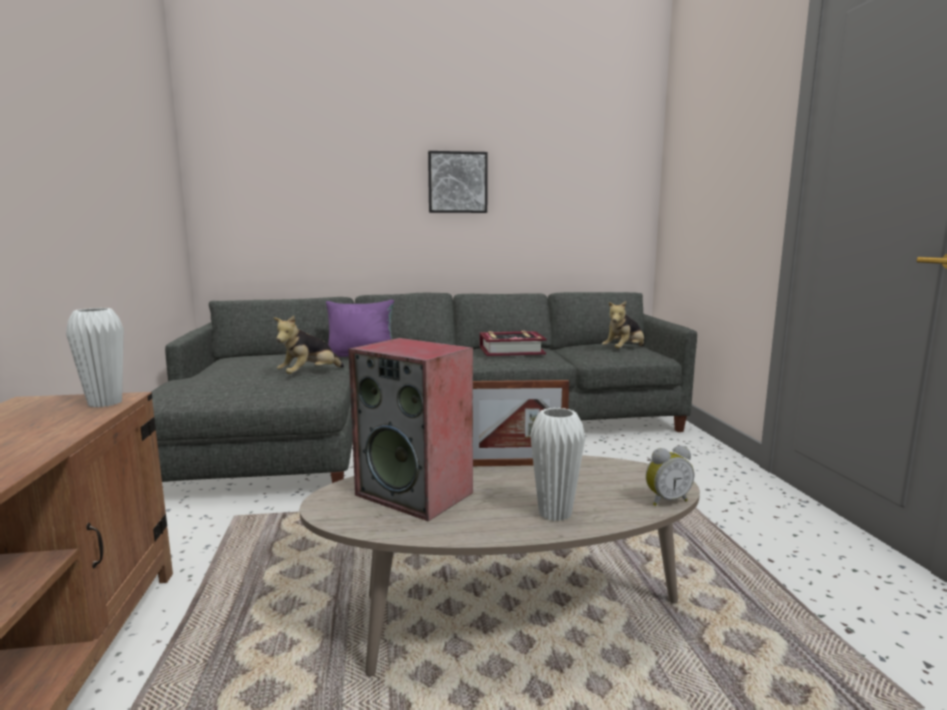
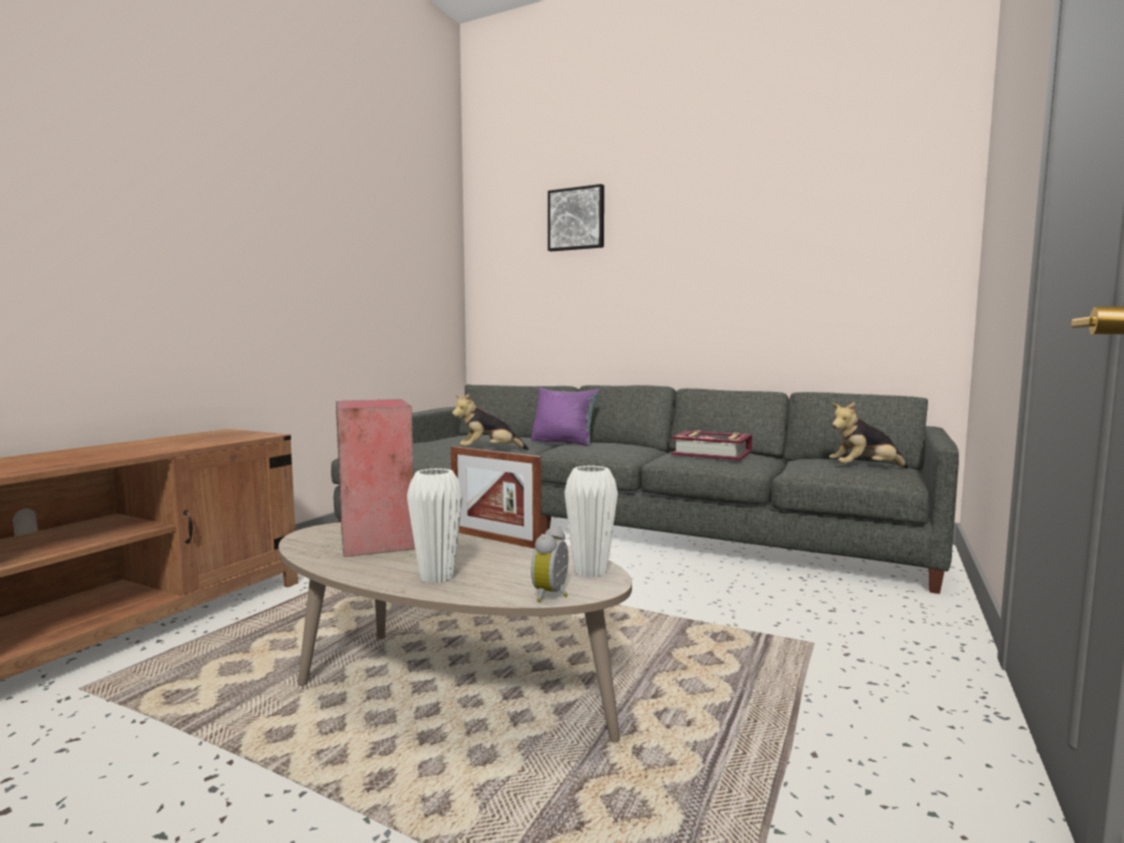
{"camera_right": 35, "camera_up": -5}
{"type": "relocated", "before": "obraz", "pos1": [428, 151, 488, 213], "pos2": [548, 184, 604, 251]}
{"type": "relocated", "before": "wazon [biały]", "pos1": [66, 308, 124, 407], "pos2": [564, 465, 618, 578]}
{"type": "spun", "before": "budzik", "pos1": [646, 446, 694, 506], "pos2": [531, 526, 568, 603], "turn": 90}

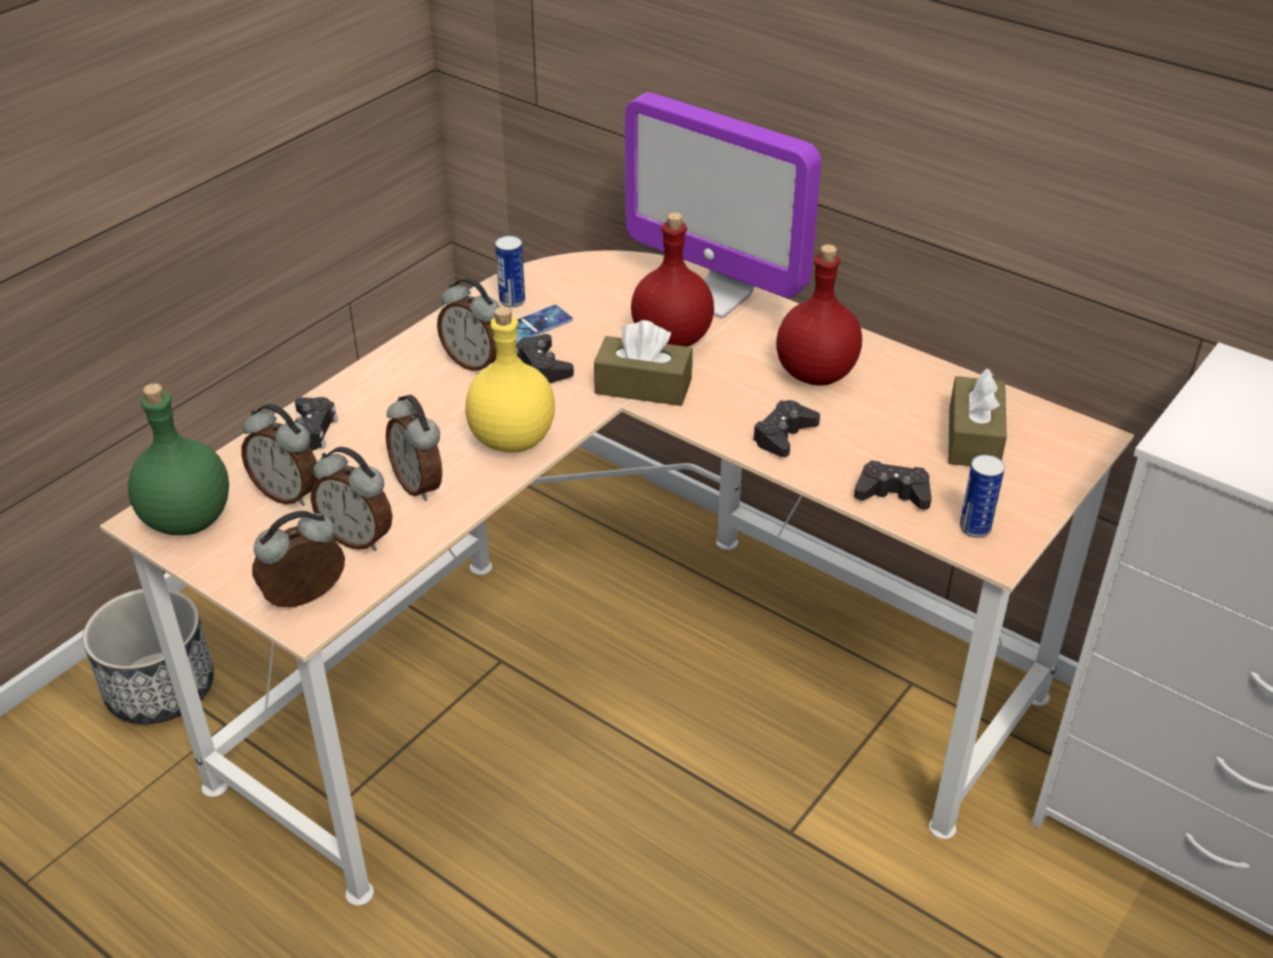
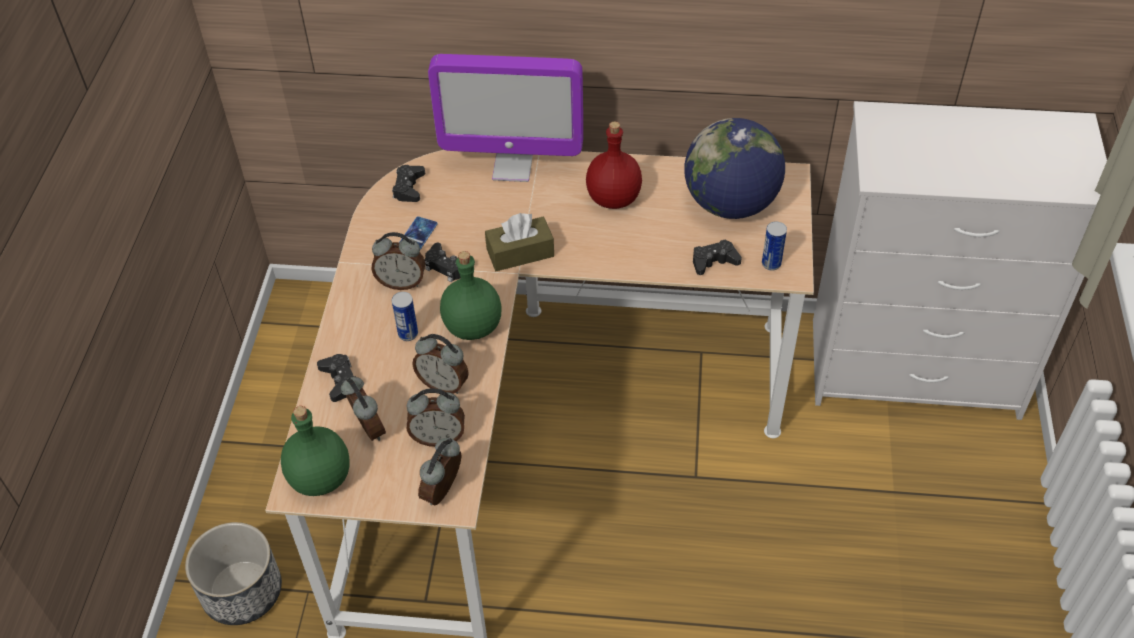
{"camera_right": -30, "camera_up": 10}
{"type": "missing", "before": "butelka [czerwony]", "pos1": [631, 212, 714, 347]}
{"type": "relocated", "before": "puszka", "pos1": [495, 236, 525, 308], "pos2": [392, 292, 418, 341]}
{"type": "colour", "before": "butelka [żółty]", "after": "butelka [zielony]", "pos1": [465, 307, 555, 453], "pos2": [440, 251, 502, 340]}
{"type": "exchanged", "before": "pudełko chusteczek [brązowy]", "after": "globus", "pos1": [948, 369, 1007, 466], "pos2": [684, 118, 785, 219]}
{"type": "relocated", "before": "pad do gier [czarny]", "pos1": [752, 400, 820, 457], "pos2": [392, 165, 425, 202]}
{"type": "spun", "before": "budzik", "pos1": [241, 404, 319, 506], "pos2": [341, 377, 386, 441], "turn": -120}

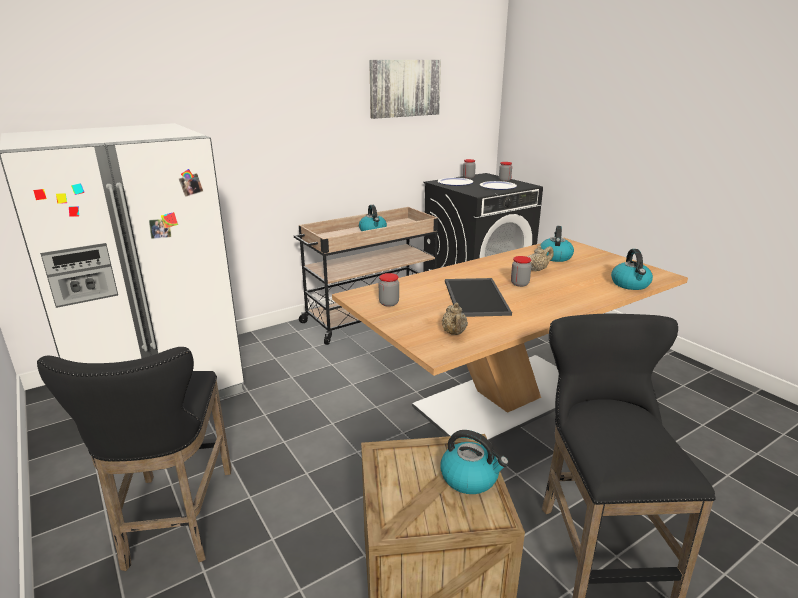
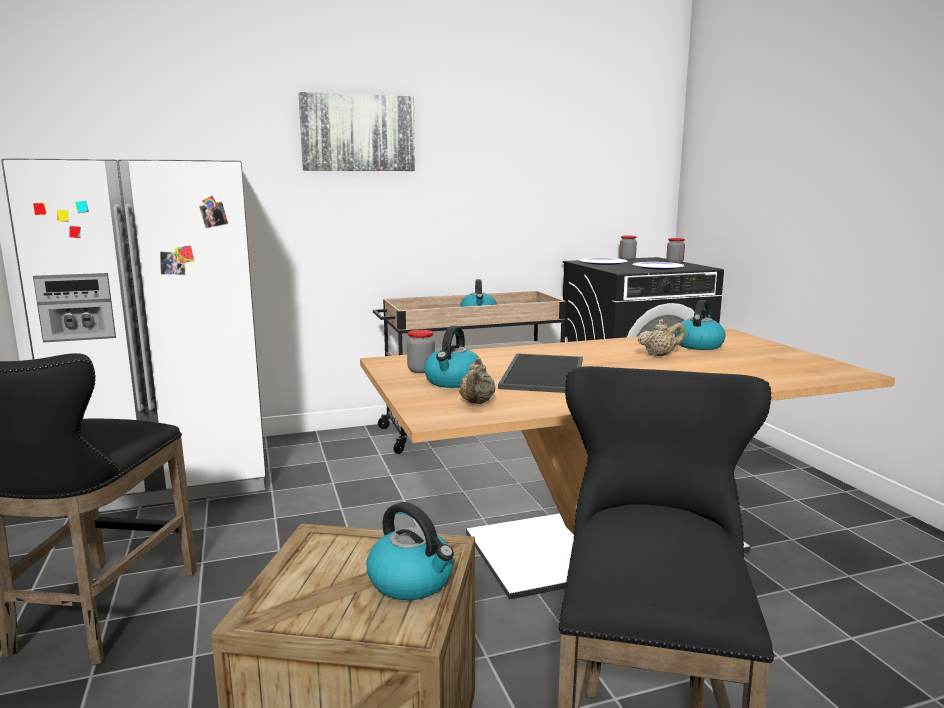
{"camera_right": 15, "camera_up": -10}
{"type": "relocated", "before": "obraz", "pos1": [369, 60, 441, 119], "pos2": [298, 92, 415, 171]}
{"type": "relocated", "before": "czajnik", "pos1": [611, 249, 653, 290], "pos2": [424, 326, 482, 388]}
{"type": "missing", "before": "słoik", "pos1": [511, 256, 532, 287]}

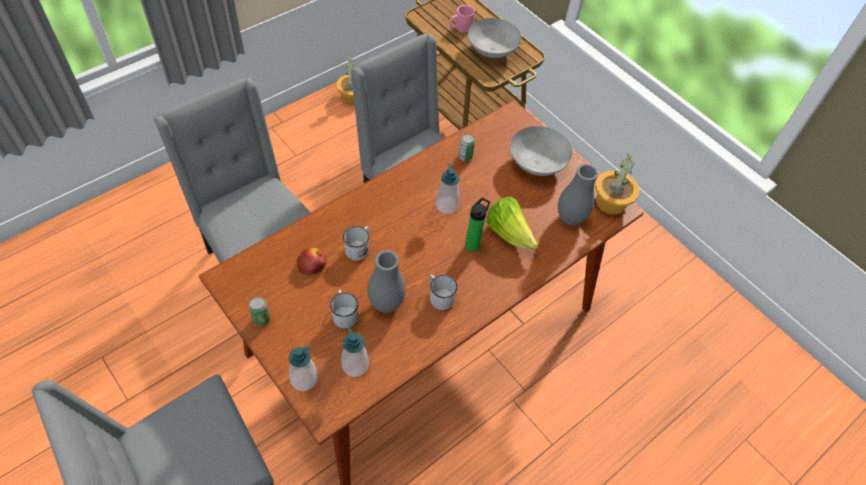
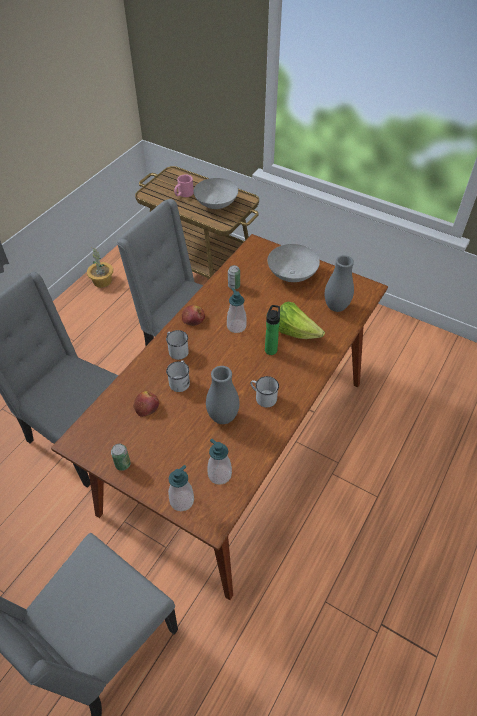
{"camera_right": -15, "camera_up": -5}
{"type": "missing", "before": "roślina doniczkowa", "pos1": [595, 151, 640, 215]}
{"type": "relocated", "before": "kubek [biały]", "pos1": [330, 290, 358, 328], "pos2": [166, 330, 189, 360]}
{"type": "appeared", "after": "jabłko", "pos2": [182, 305, 205, 326]}

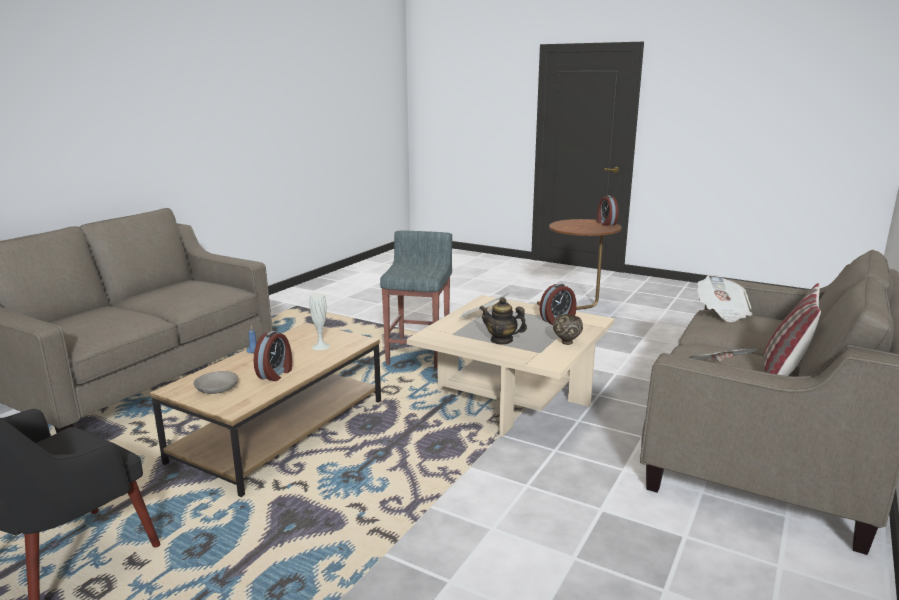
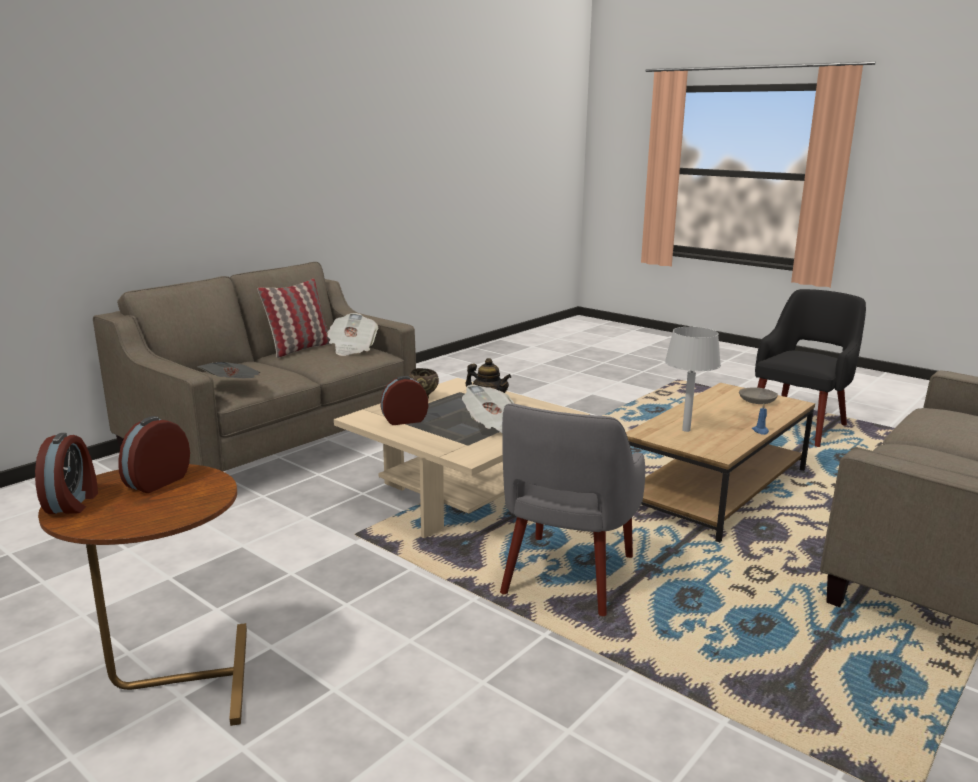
{"camera_right": -170, "camera_up": 0}
{"type": "exchanged", "before": "stołek [szary]", "after": "fotel [szary]", "pos1": [380, 231, 452, 369], "pos2": [500, 403, 645, 616]}
{"type": "exchanged", "before": "wazon [biały]", "after": "lampa stołowa [szary]", "pos1": [310, 293, 330, 350], "pos2": [665, 327, 721, 432]}
{"type": "relocated", "before": "budzik", "pos1": [254, 331, 292, 381], "pos2": [118, 416, 190, 493]}

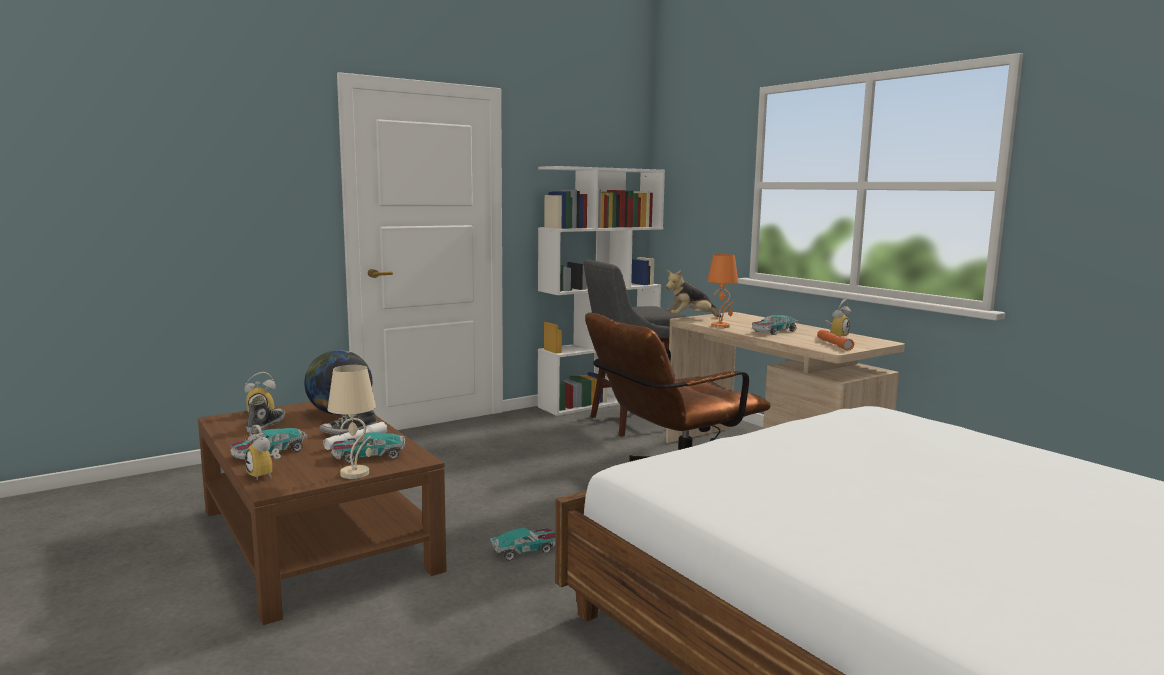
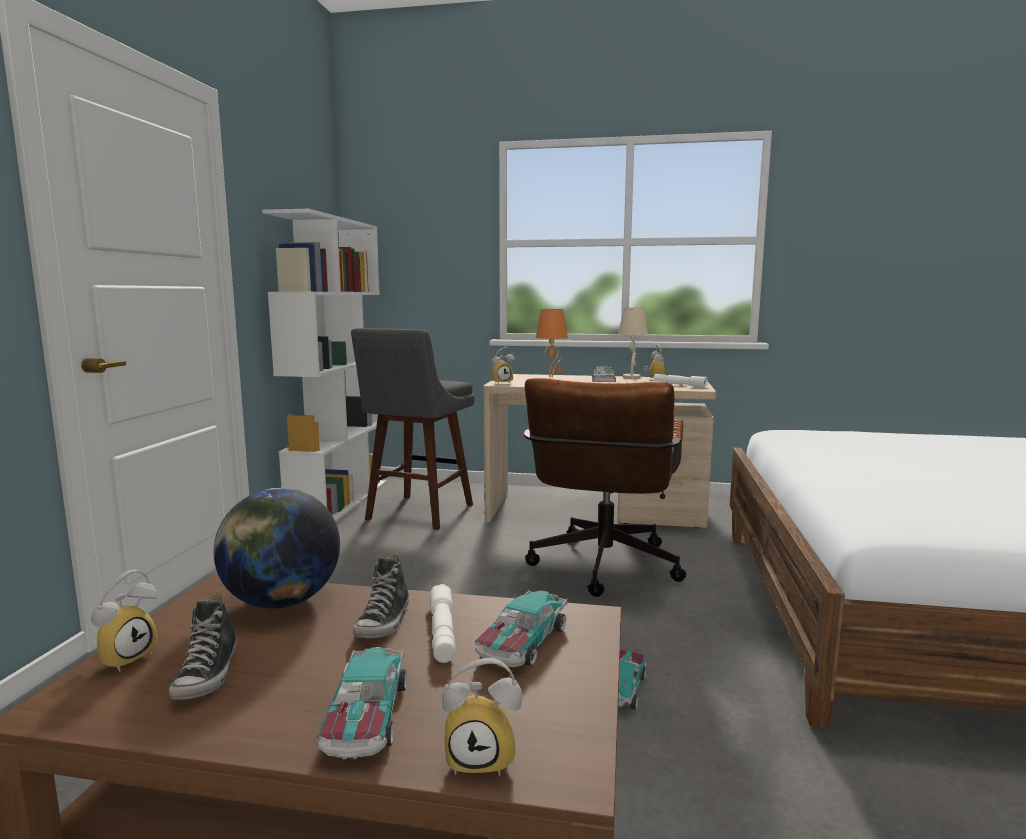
{"camera_right": -45, "camera_up": 0}
{"type": "exchanged", "before": "pluszak", "after": "budzik", "pos1": [666, 270, 721, 318], "pos2": [492, 347, 515, 385]}
{"type": "colour", "before": "latarka [pomarańczowy]", "after": "latarka [biały]", "pos1": [817, 330, 854, 351], "pos2": [654, 374, 708, 388]}
{"type": "relocated", "before": "lampa stołowa [beżowy]", "pos1": [328, 365, 376, 479], "pos2": [618, 308, 648, 379]}
{"type": "spun", "before": "but", "pos1": [246, 396, 286, 433], "pos2": [169, 593, 237, 700], "turn": -150}

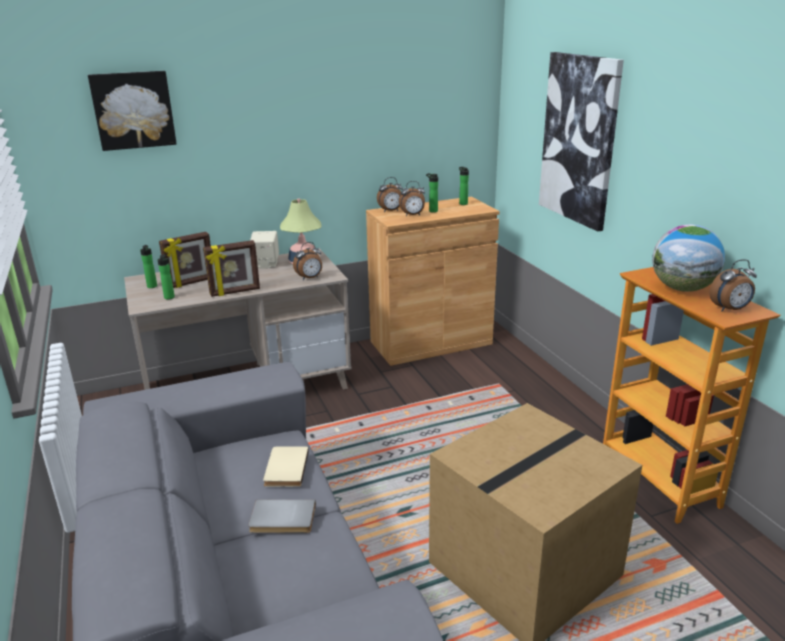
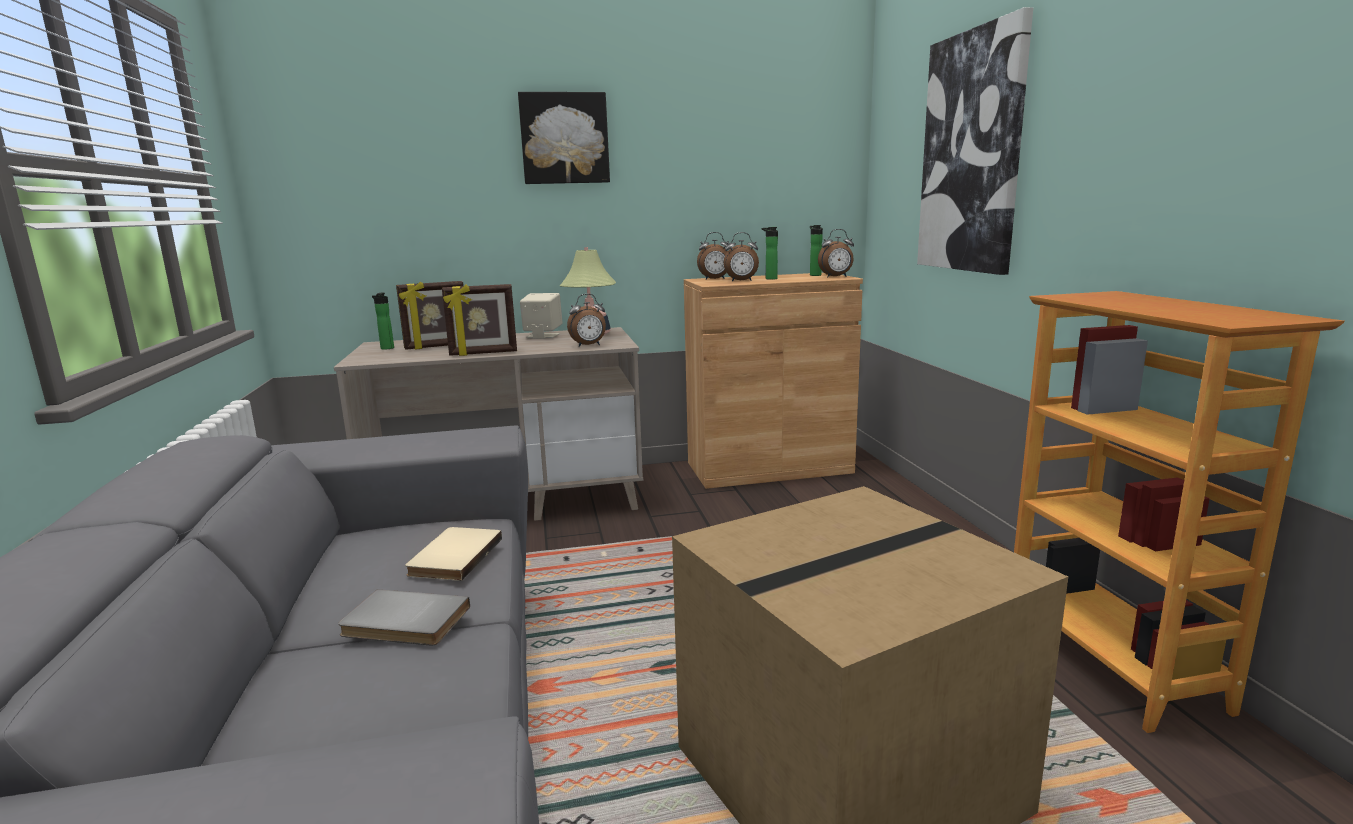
{"camera_right": 10, "camera_up": -10}
{"type": "relocated", "before": "obraz", "pos1": [88, 71, 177, 151], "pos2": [518, 92, 610, 184]}
{"type": "missing", "before": "globus", "pos1": [652, 225, 725, 292]}
{"type": "missing", "before": "butelka", "pos1": [157, 254, 175, 299]}
{"type": "relocated", "before": "budzik", "pos1": [709, 259, 757, 311], "pos2": [818, 229, 854, 277]}

